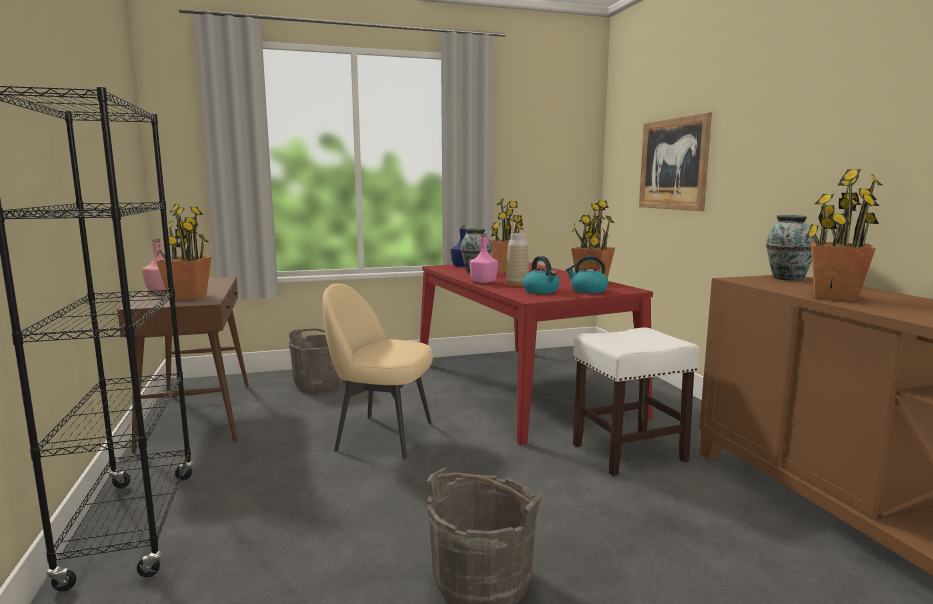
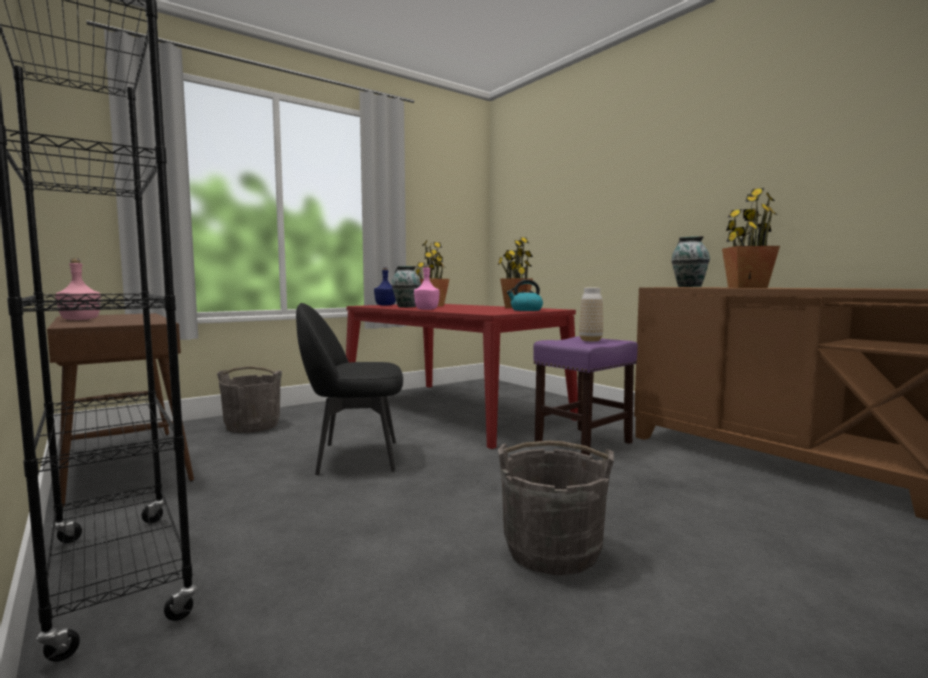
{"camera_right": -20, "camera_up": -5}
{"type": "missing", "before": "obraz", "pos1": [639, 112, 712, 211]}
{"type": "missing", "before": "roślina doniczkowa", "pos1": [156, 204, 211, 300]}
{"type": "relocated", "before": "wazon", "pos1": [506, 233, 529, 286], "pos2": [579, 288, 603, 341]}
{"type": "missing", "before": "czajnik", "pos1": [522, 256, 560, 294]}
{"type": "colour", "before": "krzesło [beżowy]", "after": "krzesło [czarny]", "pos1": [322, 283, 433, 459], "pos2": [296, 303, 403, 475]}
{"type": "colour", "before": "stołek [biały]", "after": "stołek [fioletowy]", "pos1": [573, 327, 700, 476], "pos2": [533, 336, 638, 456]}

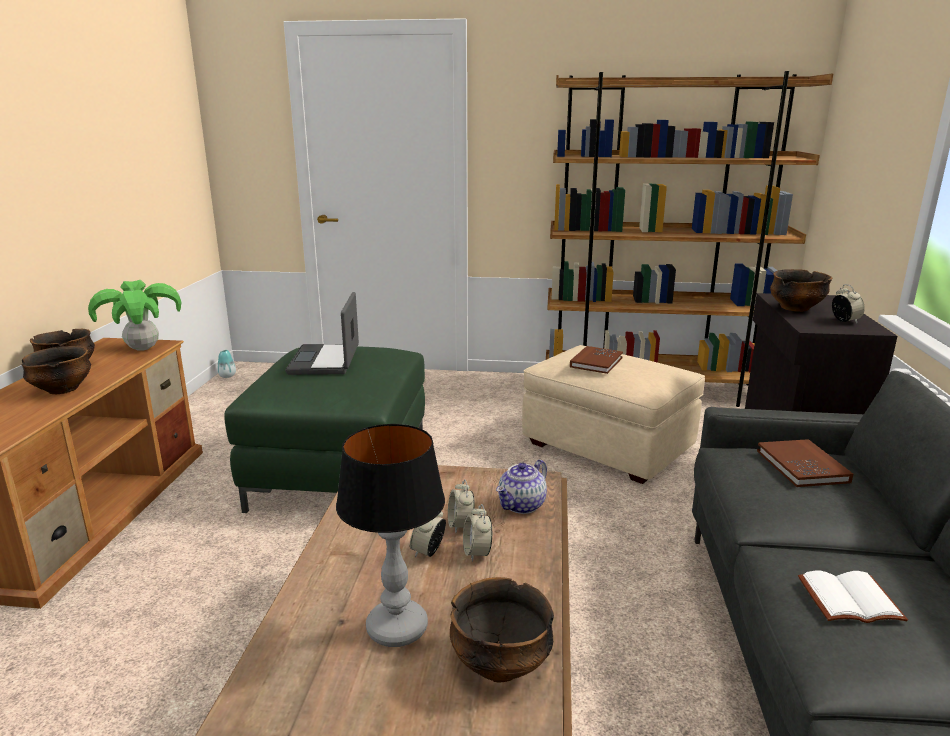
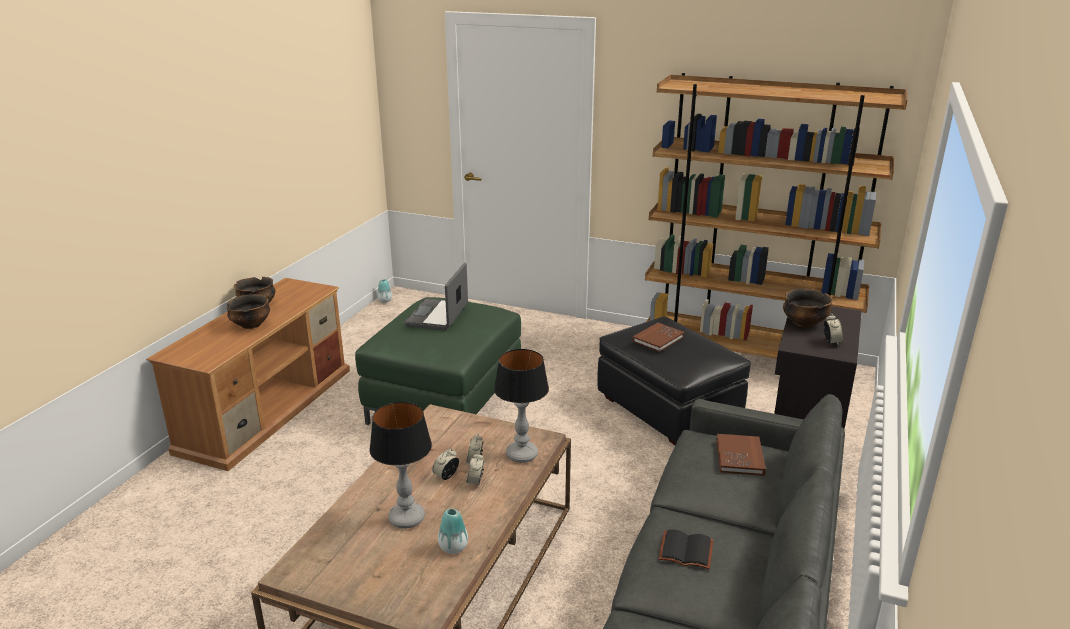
{"camera_right": 15, "camera_up": 5}
{"type": "missing", "before": "roślina doniczkowa", "pos1": [88, 280, 181, 351]}
{"type": "colour", "before": "pufa [beżowy]", "after": "pufa [czarny]", "pos1": [522, 345, 705, 484], "pos2": [597, 317, 751, 445]}
{"type": "exchanged", "before": "imbryk", "after": "lampa stołowa", "pos1": [496, 459, 547, 514], "pos2": [494, 349, 549, 463]}
{"type": "colour", "before": "książka [biały]", "after": "książka [czarny]", "pos1": [798, 571, 908, 623], "pos2": [659, 529, 713, 569]}
{"type": "exchanged", "before": "miska", "after": "wazon", "pos1": [450, 577, 554, 683], "pos2": [438, 508, 468, 554]}

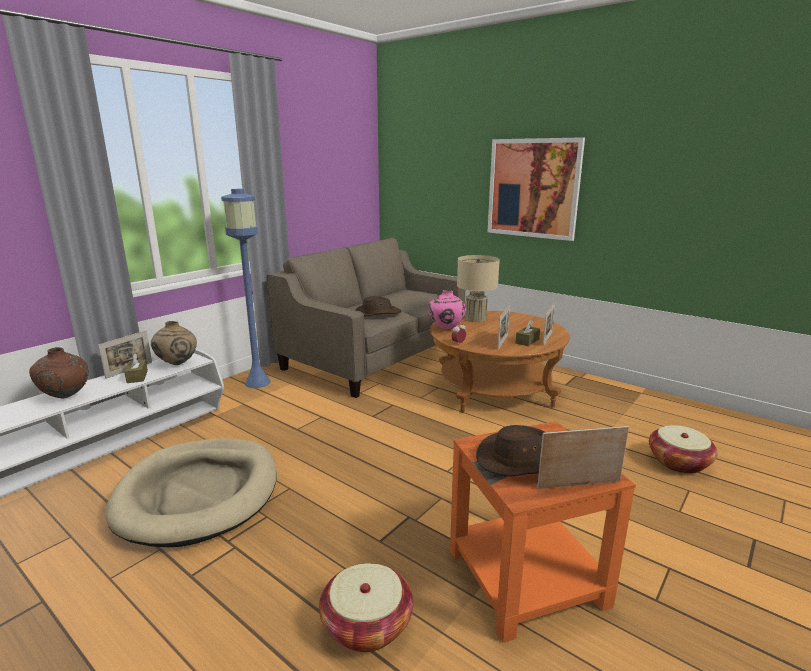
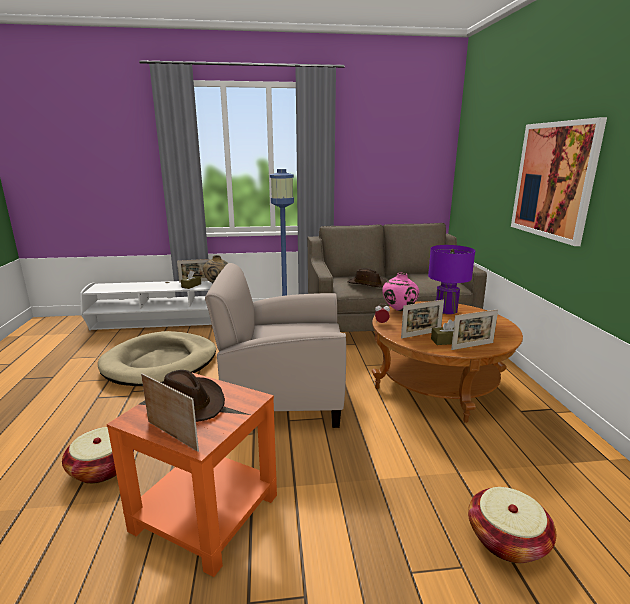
{"camera_right": 45, "camera_up": 0}
{"type": "colour", "before": "lampa stołowa [beżowy]", "after": "lampa stołowa [fioletowy]", "pos1": [457, 255, 500, 322], "pos2": [428, 245, 475, 314]}
{"type": "missing", "before": "wazon [brązowy]", "pos1": [29, 347, 89, 399]}
{"type": "appeared", "after": "fotel [beżowy]", "pos2": [205, 263, 346, 428]}

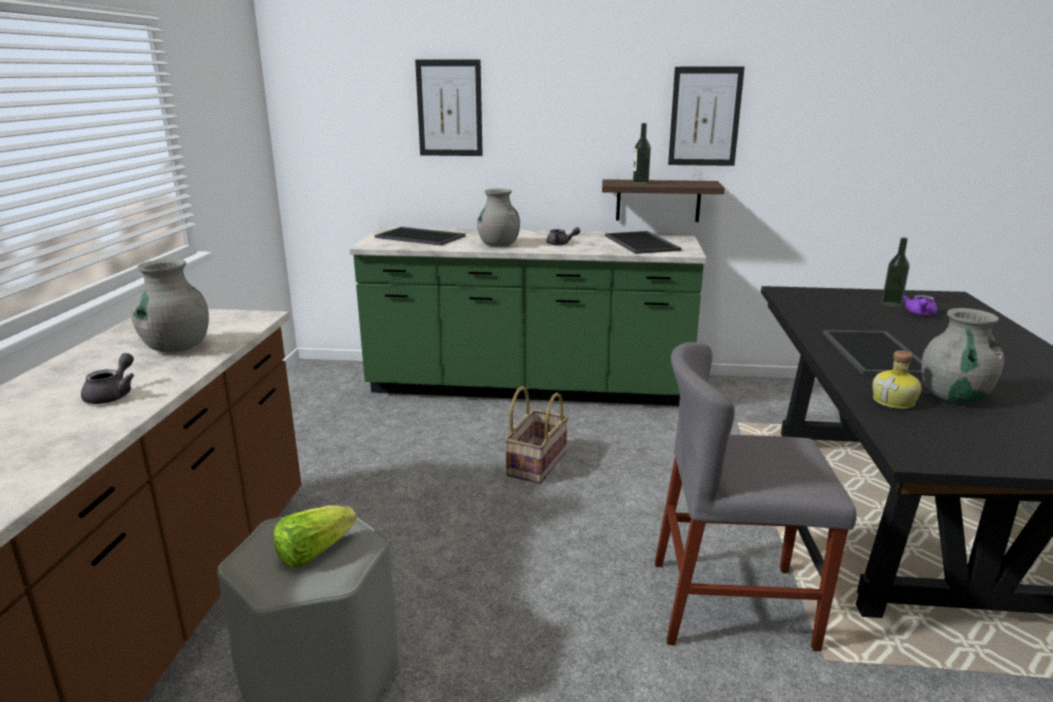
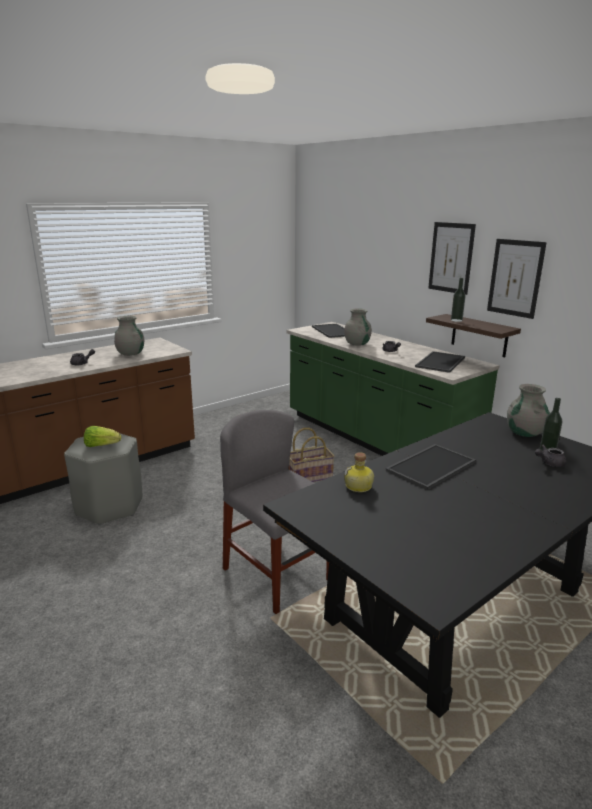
{"camera_right": 45, "camera_up": 0}
{"type": "relocated", "before": "obraz", "pos1": [415, 60, 483, 156], "pos2": [428, 222, 476, 295]}
{"type": "colour", "before": "imbryk [fioletowy]", "after": "imbryk [szary]", "pos1": [903, 295, 937, 316], "pos2": [535, 445, 567, 467]}
{"type": "relocated", "before": "wazon [szary]", "pos1": [921, 308, 1004, 403], "pos2": [507, 384, 550, 437]}

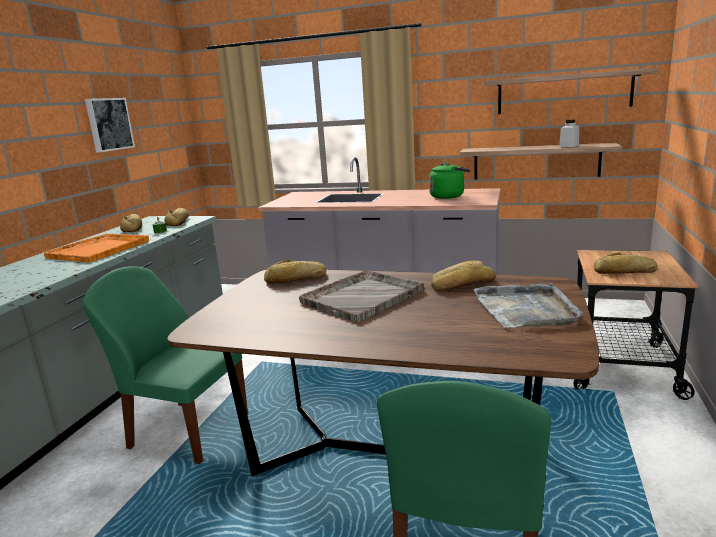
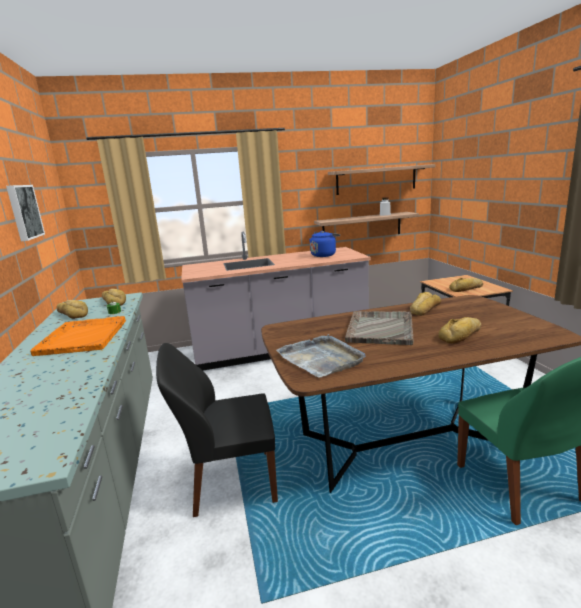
{"camera_right": -30, "camera_up": 0}
{"type": "colour", "before": "czajnik [zielony]", "after": "czajnik [niebieski]", "pos1": [429, 163, 470, 199], "pos2": [309, 231, 340, 257]}
{"type": "relocated", "before": "chleb", "pos1": [264, 259, 326, 284], "pos2": [438, 317, 481, 344]}
{"type": "colour", "before": "krzesło [zielony]", "after": "krzesło [czarny]", "pos1": [82, 266, 248, 464], "pos2": [156, 343, 278, 517]}
{"type": "relocated", "before": "taca [szary]", "pos1": [474, 283, 583, 328], "pos2": [276, 334, 366, 378]}

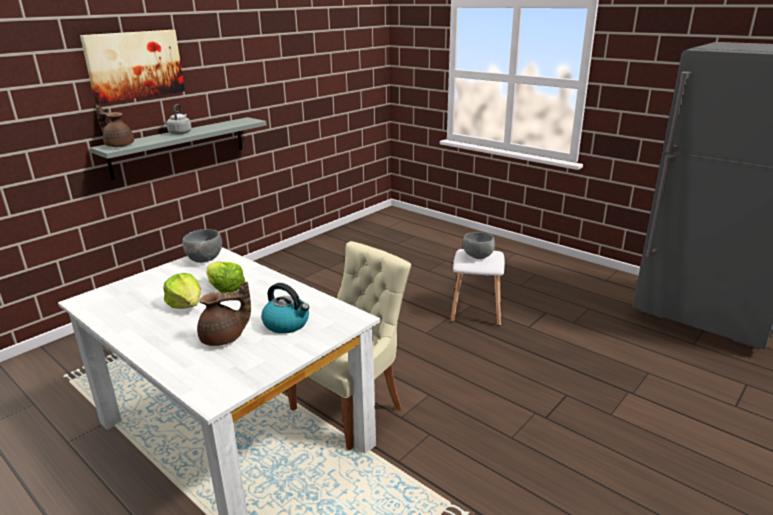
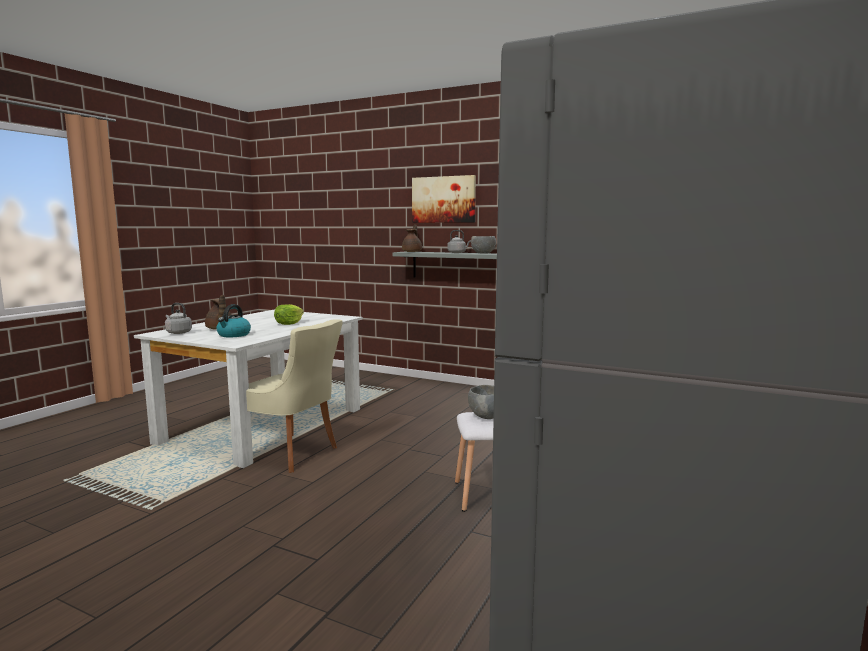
{"camera_right": 75, "camera_up": -15}
{"type": "relocated", "before": "miska [szary]", "pos1": [182, 229, 222, 263], "pos2": [471, 236, 496, 254]}
{"type": "missing", "before": "sałata", "pos1": [163, 273, 201, 309]}
{"type": "appeared", "after": "czajnik [szary]", "pos2": [165, 303, 192, 334]}

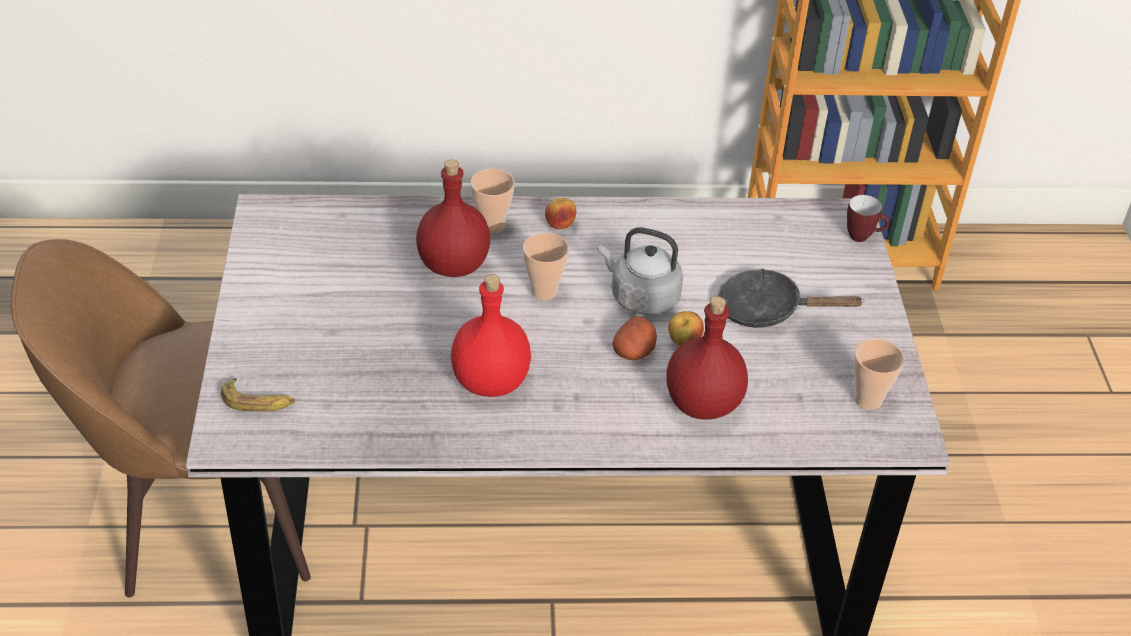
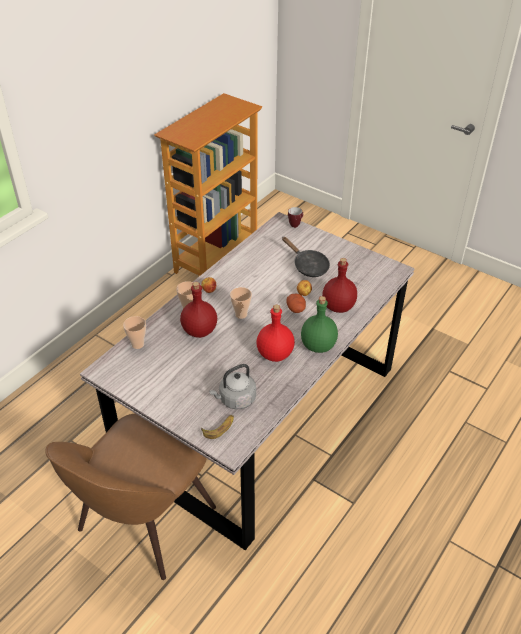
{"camera_right": -50, "camera_up": 0}
{"type": "relocated", "before": "czajnik [szary]", "pos1": [599, 227, 683, 315], "pos2": [209, 364, 256, 409]}
{"type": "spun", "before": "patelnia [czarny]", "pos1": [717, 268, 864, 328], "pos2": [282, 237, 330, 277], "turn": -90}
{"type": "relocated", "before": "filiżanka", "pos1": [854, 339, 905, 410], "pos2": [123, 316, 146, 349]}
{"type": "appeared", "after": "butelka [zielony]", "pos2": [301, 296, 338, 353]}

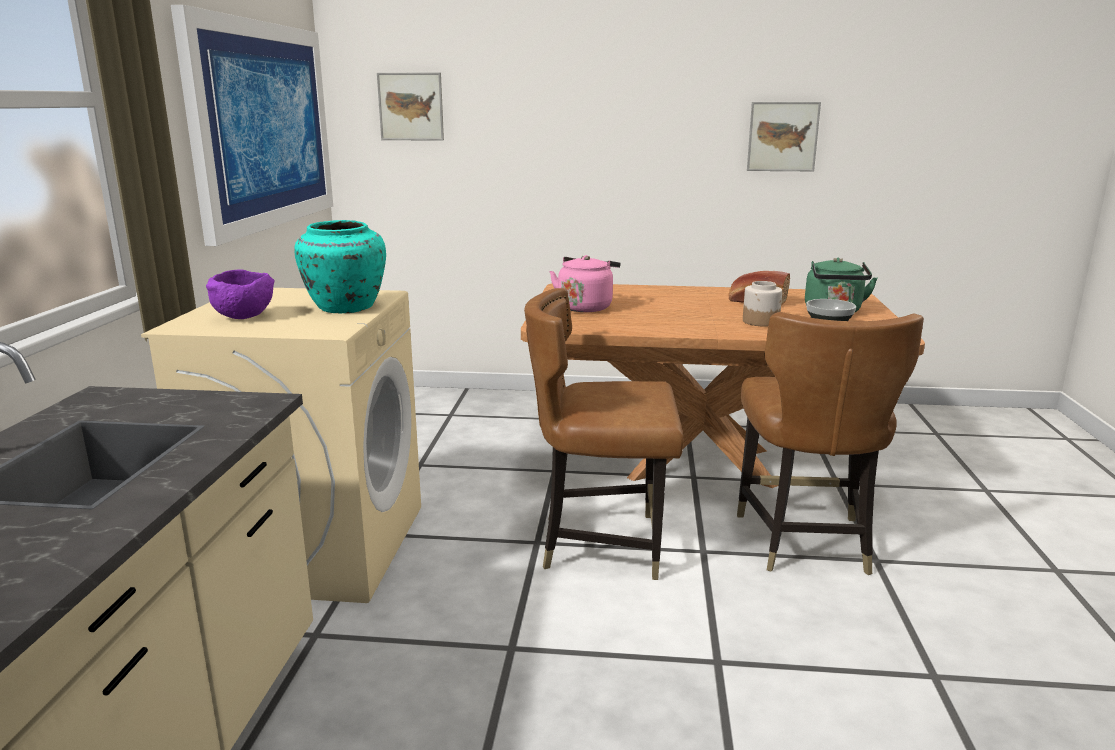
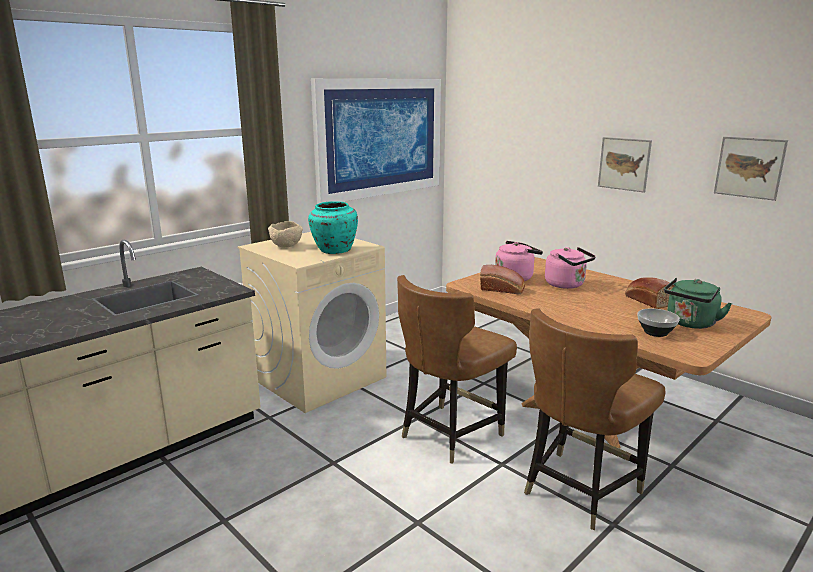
{"camera_right": 40, "camera_up": 0}
{"type": "relocated", "before": "obraz", "pos1": [377, 73, 444, 141], "pos2": [598, 137, 652, 192]}
{"type": "colour", "before": "miska [fioletowy]", "after": "miska [beżowy]", "pos1": [206, 269, 275, 319], "pos2": [268, 221, 303, 247]}
{"type": "missing", "before": "słoik", "pos1": [743, 281, 782, 327]}
{"type": "spun", "before": "krzesło [brązowy]", "pos1": [524, 288, 684, 580], "pos2": [397, 275, 517, 464], "turn": -90}
{"type": "appeared", "after": "czajnik [różowy]", "pos2": [545, 247, 596, 289]}
{"type": "appeared", "after": "chleb", "pos2": [480, 265, 525, 294]}

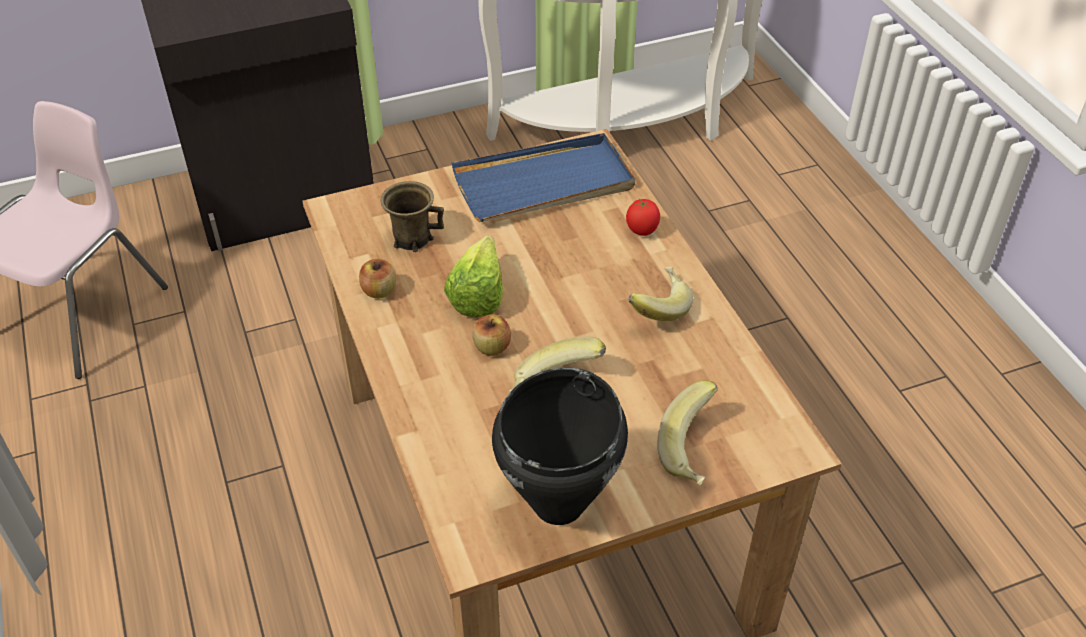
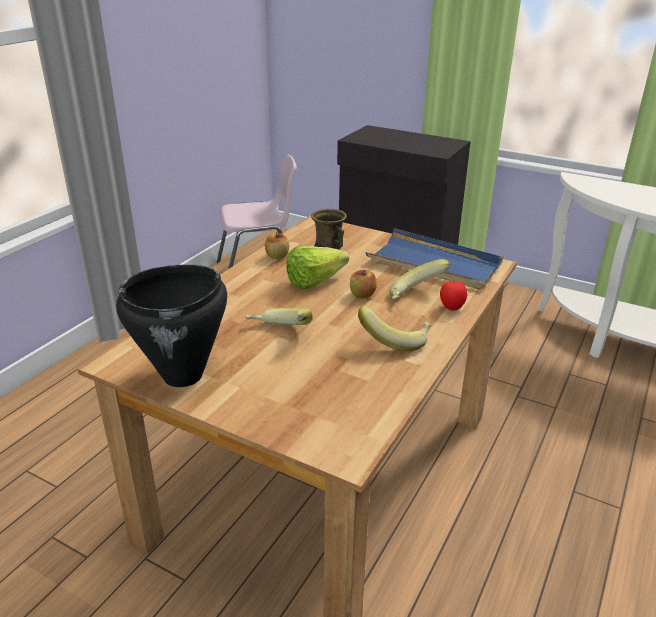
{"camera_right": 50, "camera_up": -15}
{"type": "relocated", "before": "jabłko", "pos1": [472, 314, 511, 356], "pos2": [350, 269, 377, 298]}
{"type": "relocated", "before": "banan", "pos1": [657, 380, 718, 486], "pos2": [389, 259, 451, 299]}

